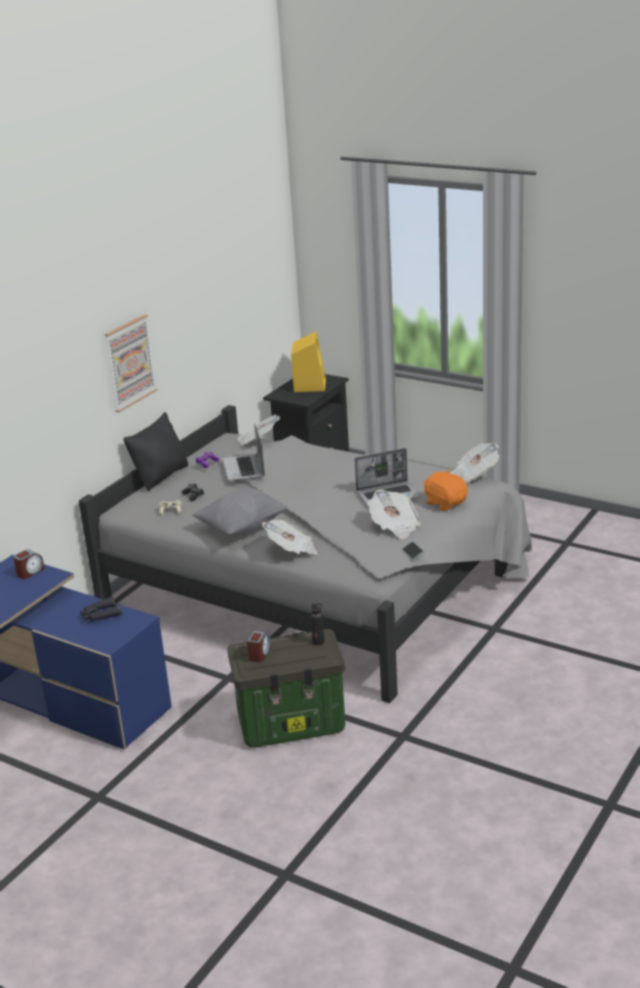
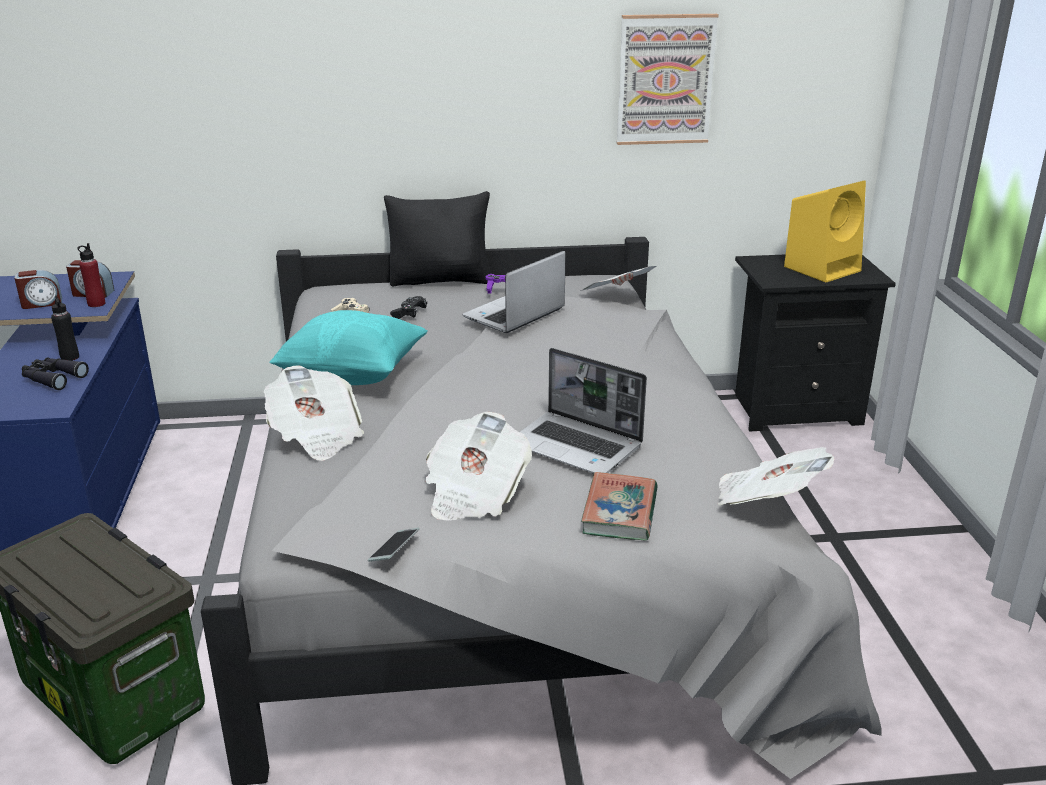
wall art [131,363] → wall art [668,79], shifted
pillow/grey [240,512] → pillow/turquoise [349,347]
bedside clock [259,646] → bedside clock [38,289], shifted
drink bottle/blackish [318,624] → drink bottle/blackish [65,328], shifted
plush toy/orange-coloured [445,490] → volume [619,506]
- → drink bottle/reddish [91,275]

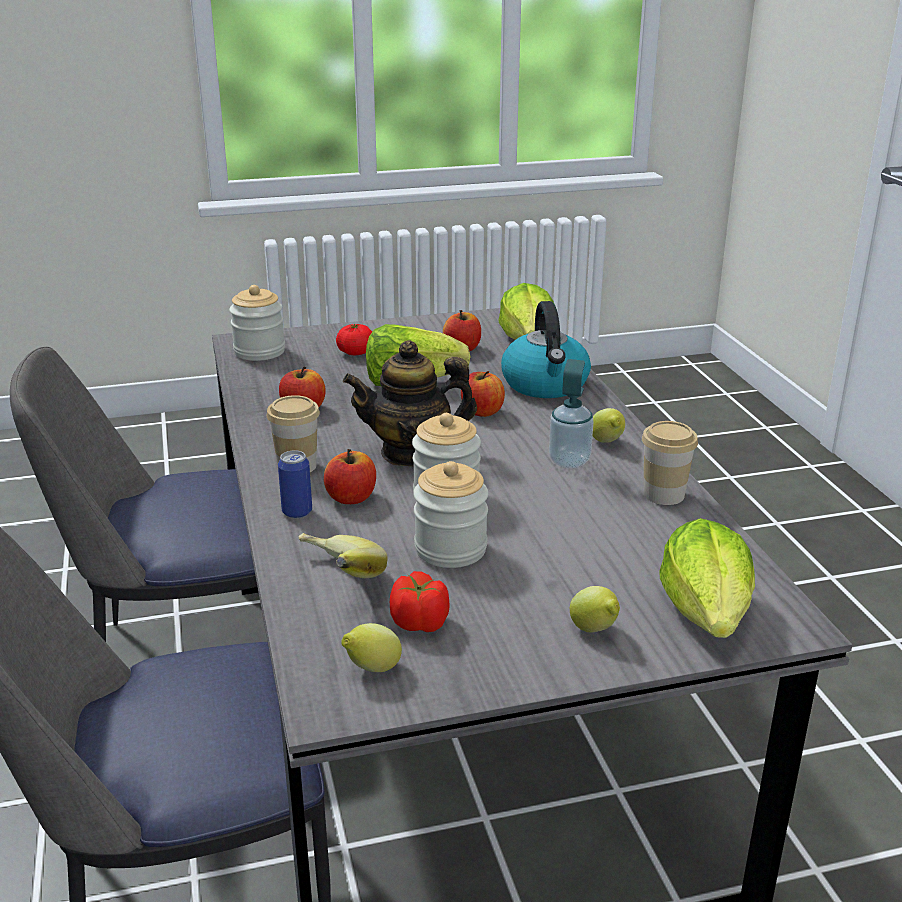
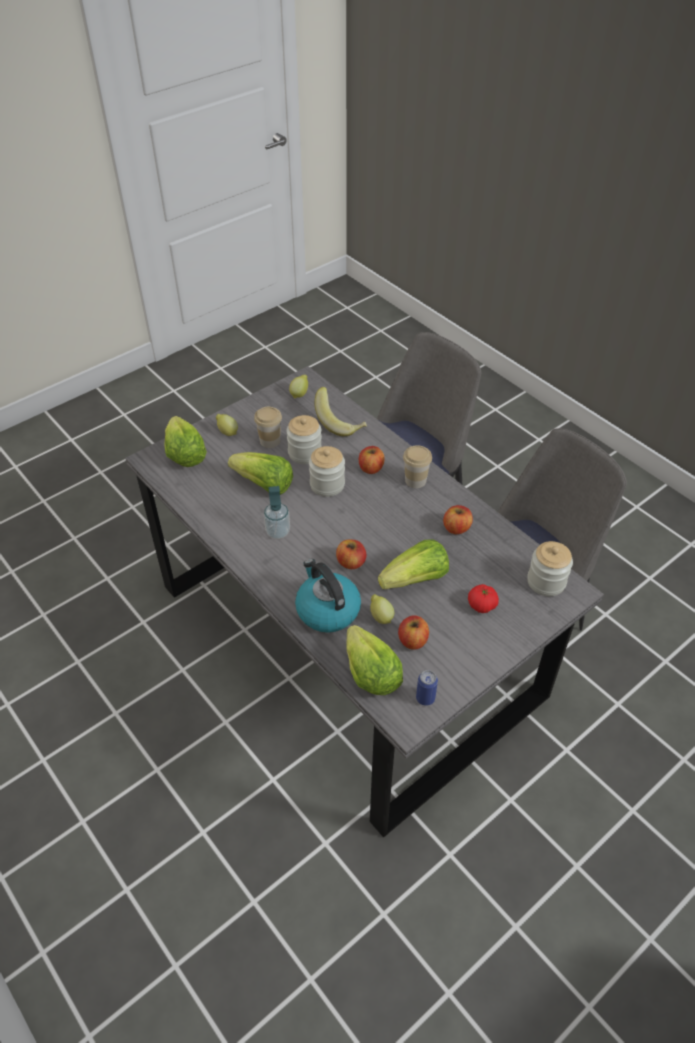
can [295,484] → can [427,688], shifted
pot for tea [410,403] → -
whole tomato [420,601] → -
citrus fruit [609,425] → citrus fruit [382,609], shifted
drinking cup [670,463] → drinking cup [268,427], shifted
- → lettuce head [260,473]

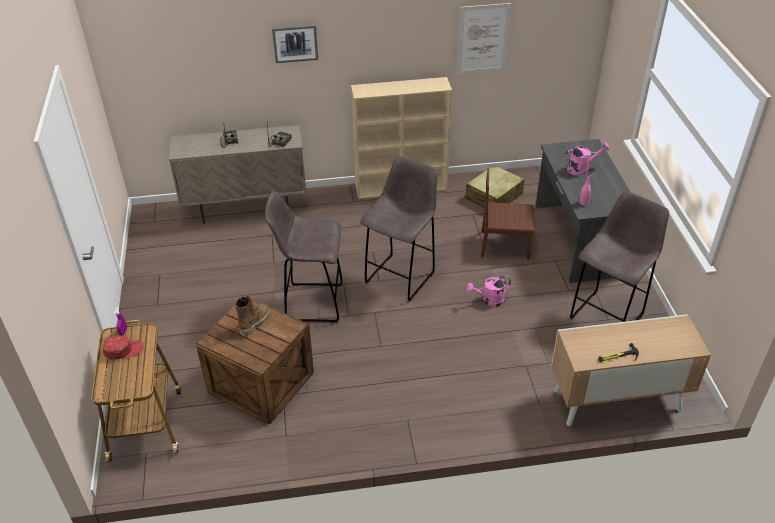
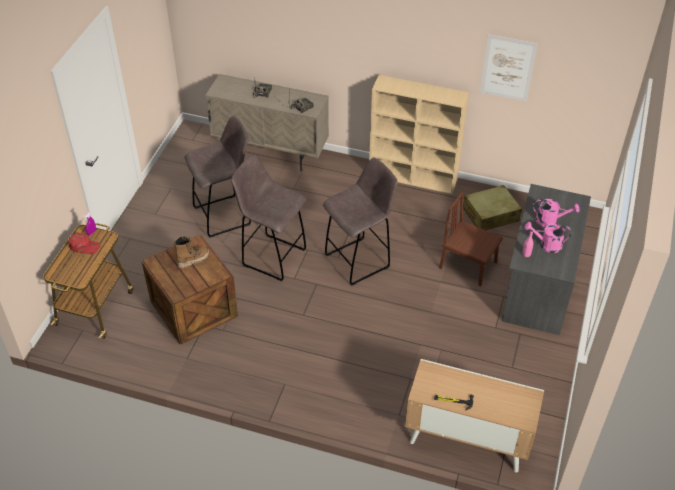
wall art [295,43] → -
watering pot/pink-coloured [488,291] → watering pot/pink-coloured [548,237], shifted
stool/grey [619,257] → stool/grey [218,176], shifted

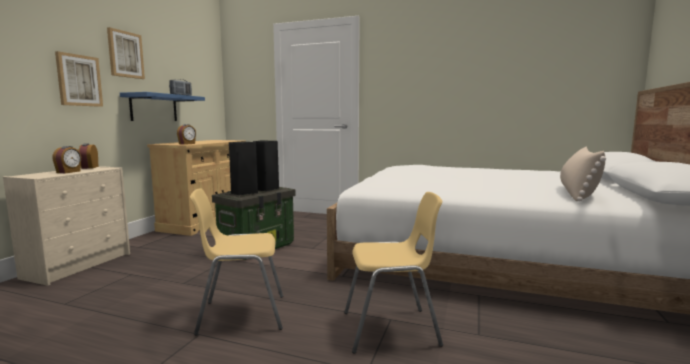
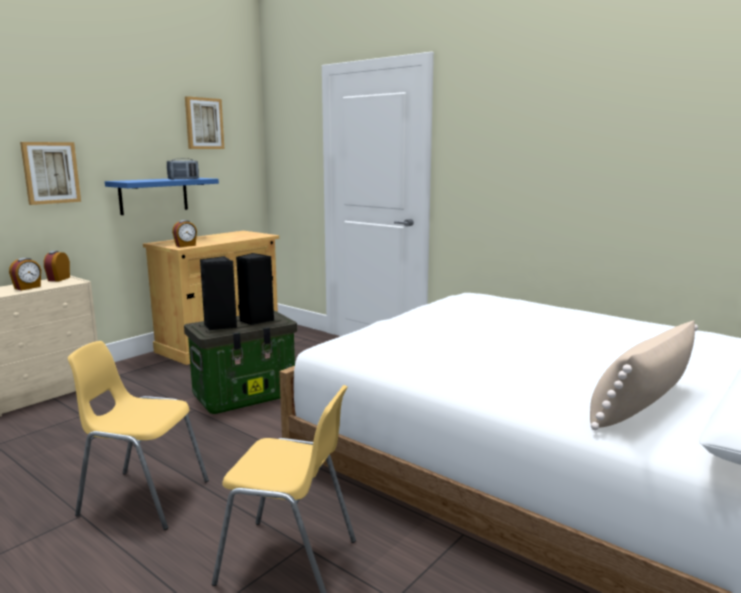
wall art [126,53] → wall art [204,122], shifted

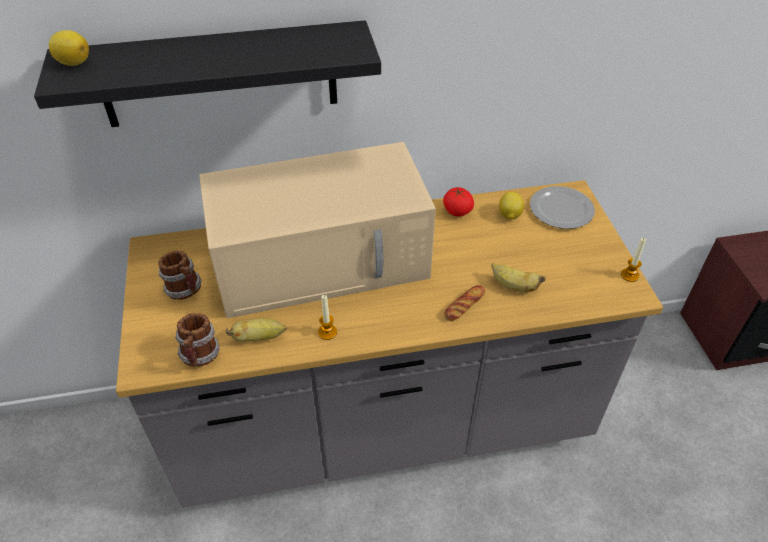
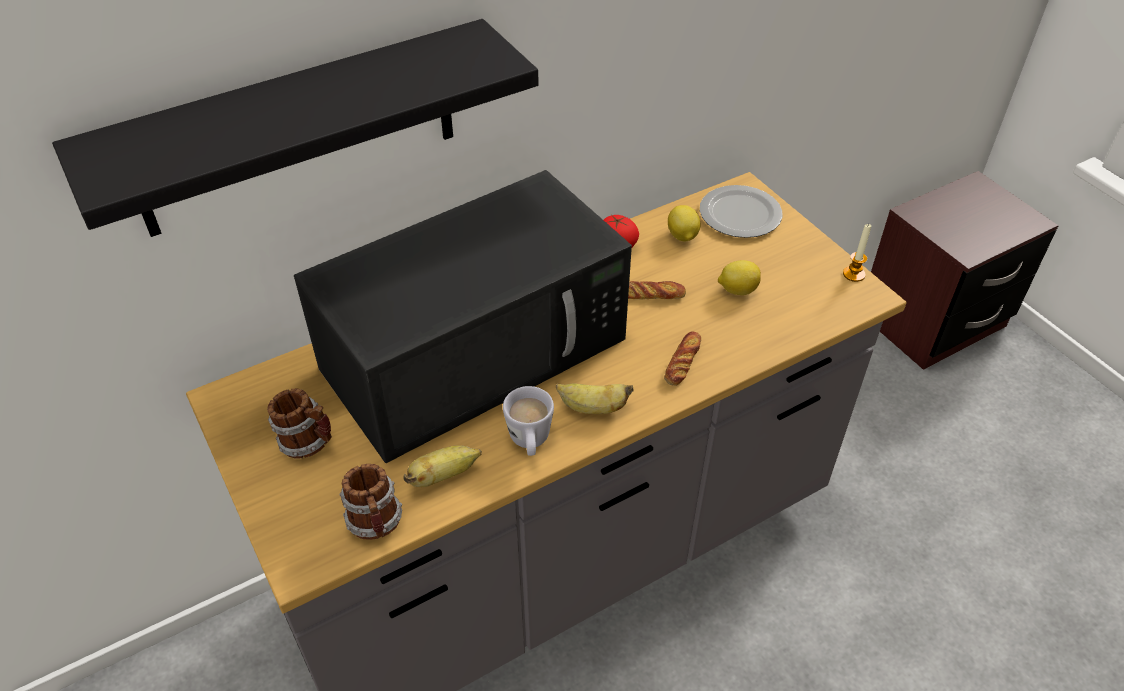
citrus fruit [69,48] → citrus fruit [739,277], shifted
microwave/beige [317,230] → microwave/blackish [463,316]
candle [327,317] → mug/white-coloured [528,421]
banana fruit [518,277] → banana fruit [595,399], shifted
- → bakery bread [657,290]

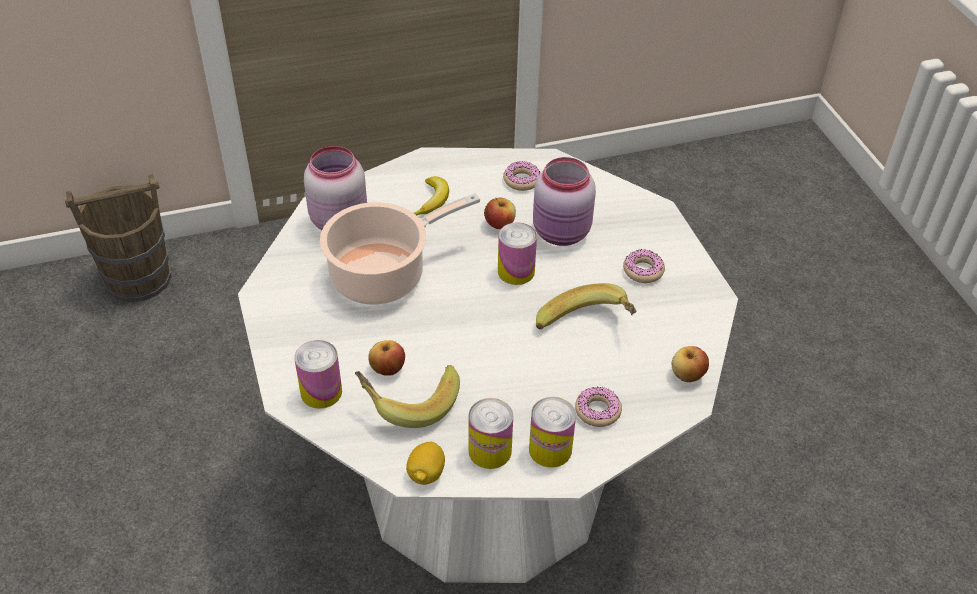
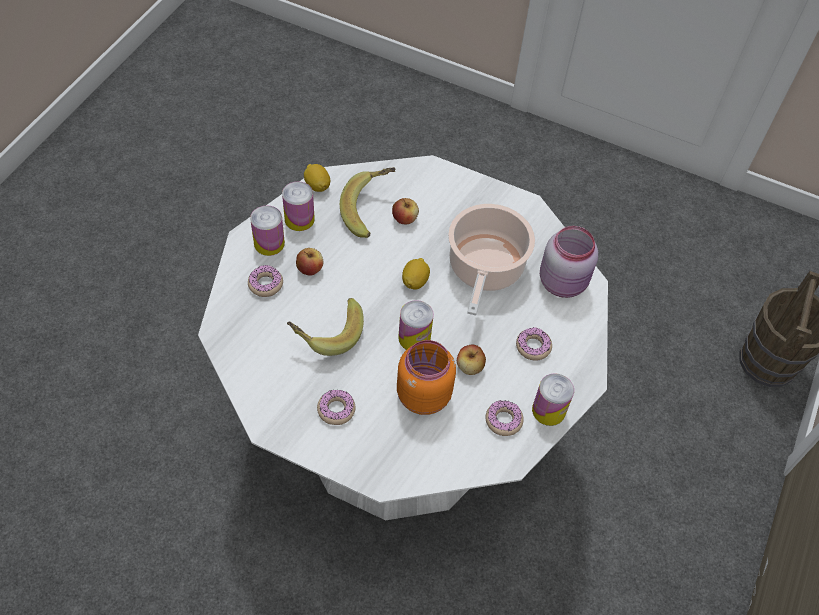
can [318,374] → can [553,399], shifted
banana fruit [431,196] → doughnut [534,344]
preserve jar/pink-coloured [564,201] → preserve jar/orange-coloured [426,377]
whole apple [690,364] → whole apple [309,262], shifted
- → citrus fruit [416,274]

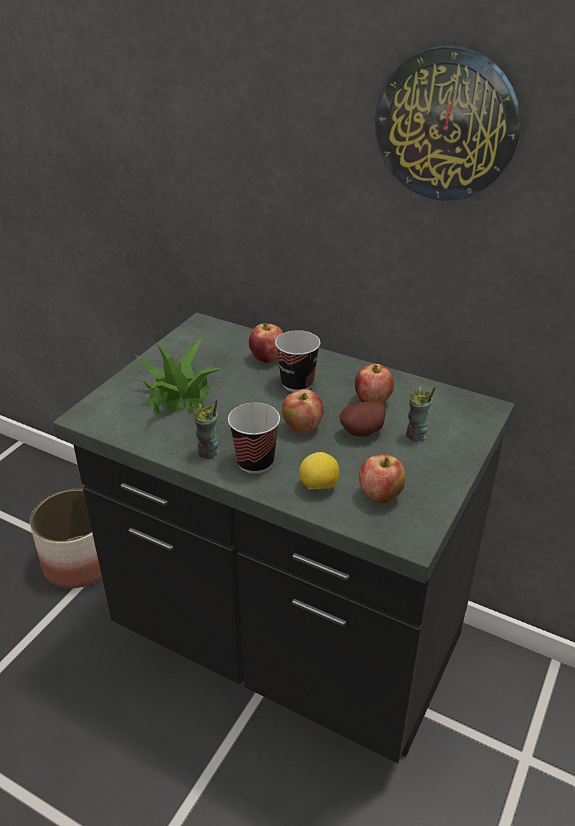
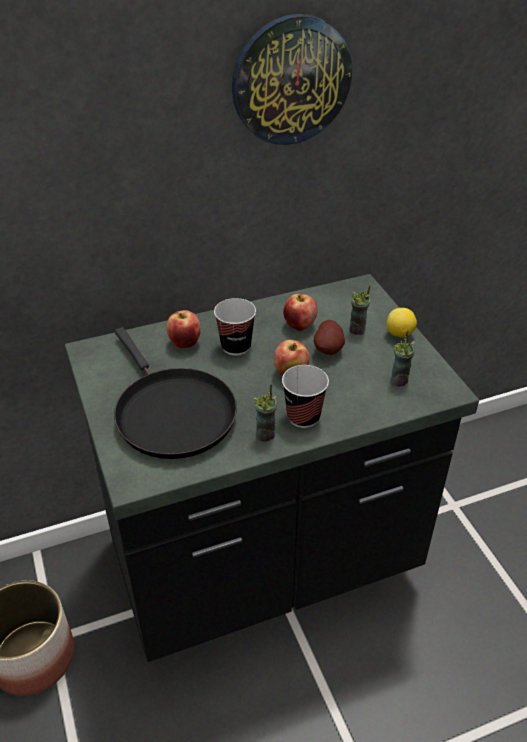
plant in a pot [179,376] → skillet/blackish [175,393]
citrus fruit [319,471] → citrus fruit [401,323], shifted
whole apple [382,478] → drinking cup [402,359]

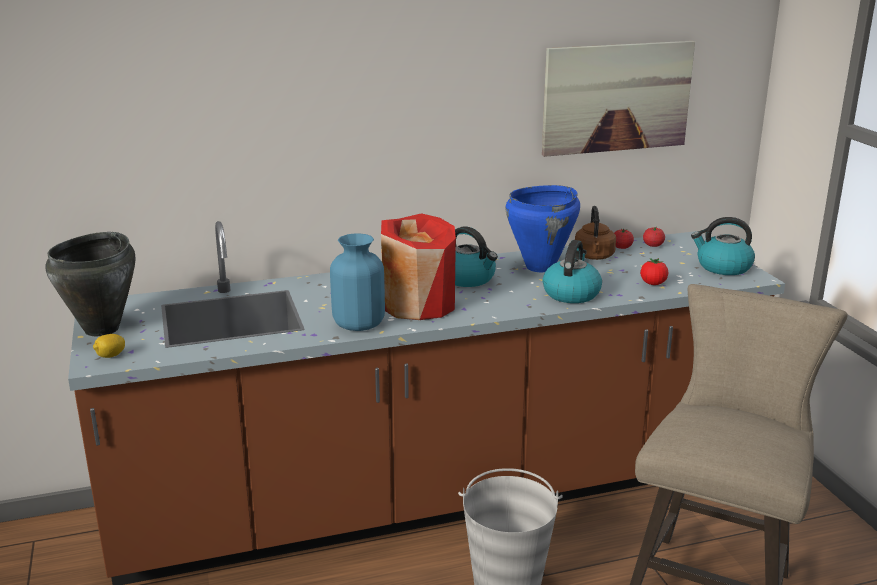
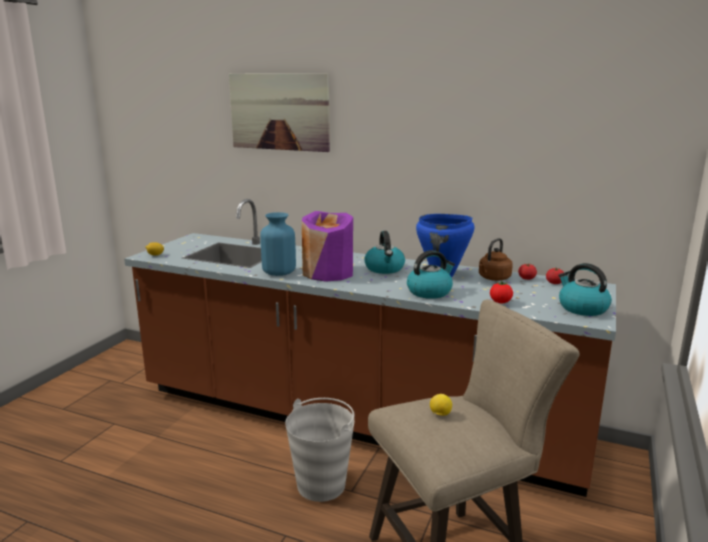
stockpot/blackish [90,284] → -
vase/reddish [418,266] → vase/purple [327,246]
wall art [618,99] → wall art [279,112], shifted
- → citrus fruit [441,405]

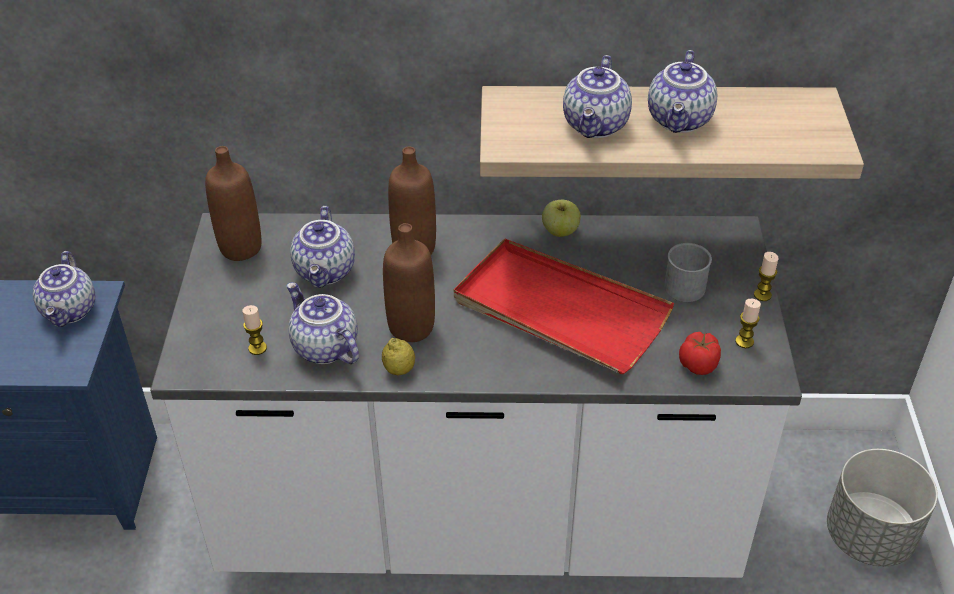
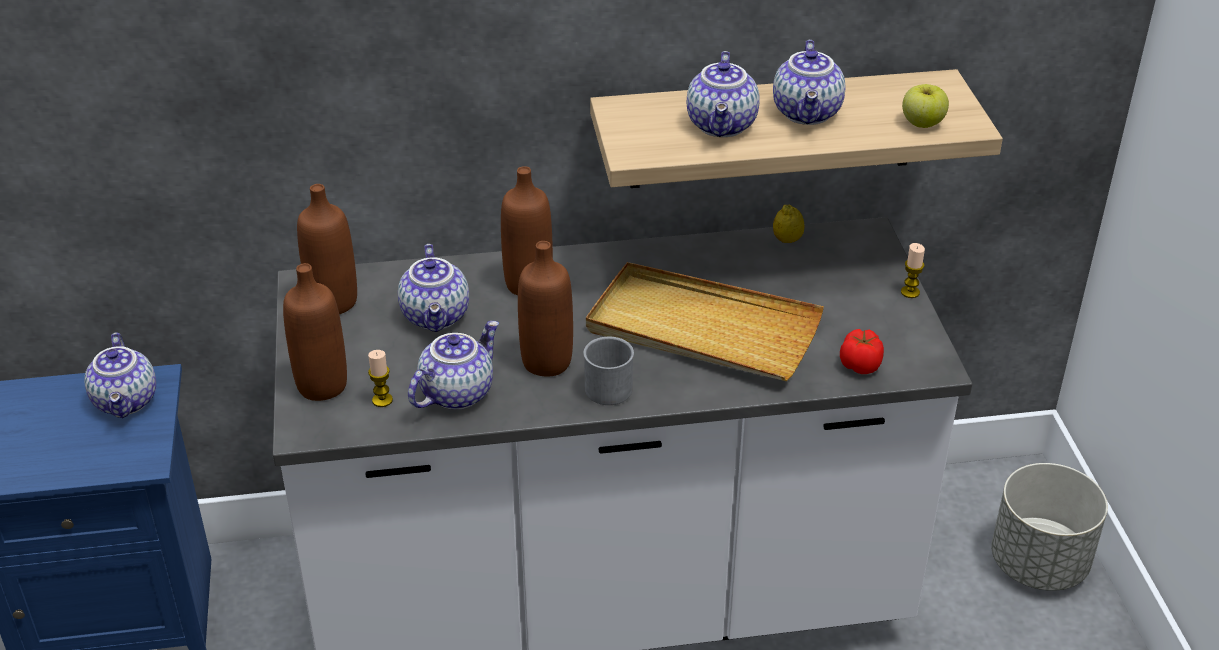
pot for tea [323,323] → pot for tea [453,365], 90 degrees clockwise
citrus fruit [398,356] → citrus fruit [788,224], shifted
serving tray/reddish [564,306] → serving tray/beige [705,321]
whole apple [561,218] → whole apple [925,106], shifted
mug/grey [688,272] → mug/grey [608,371], shifted
candle [748,323] → -
- → drink bottle/brown [315,332]

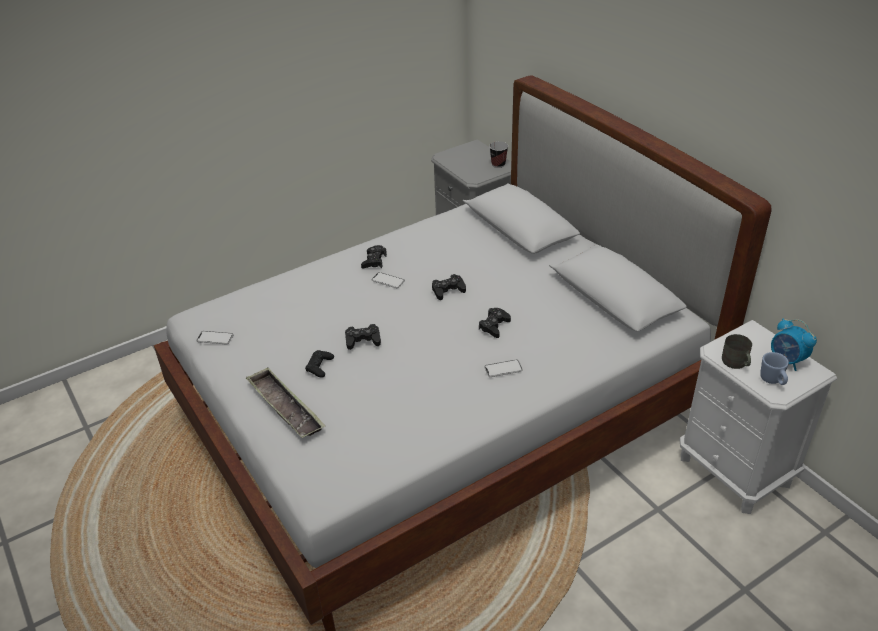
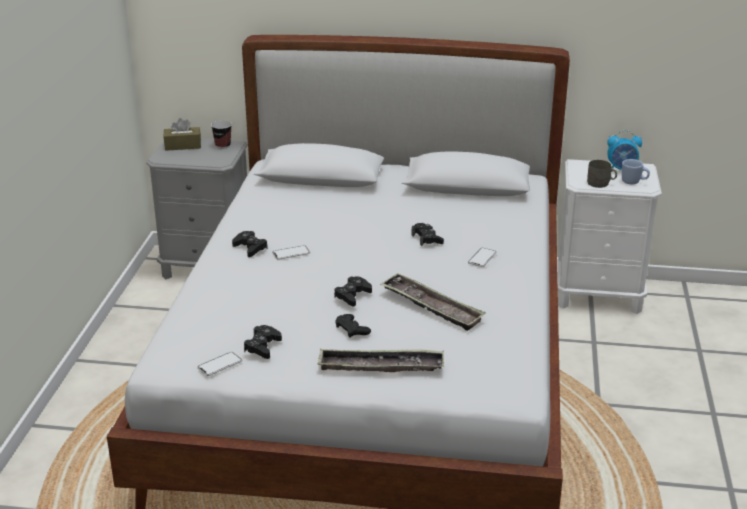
joypad/blackish [449,287] → joypad/blackish [263,342], shifted
- → box of tissues/brown [182,134]
- → serving tray [433,302]

